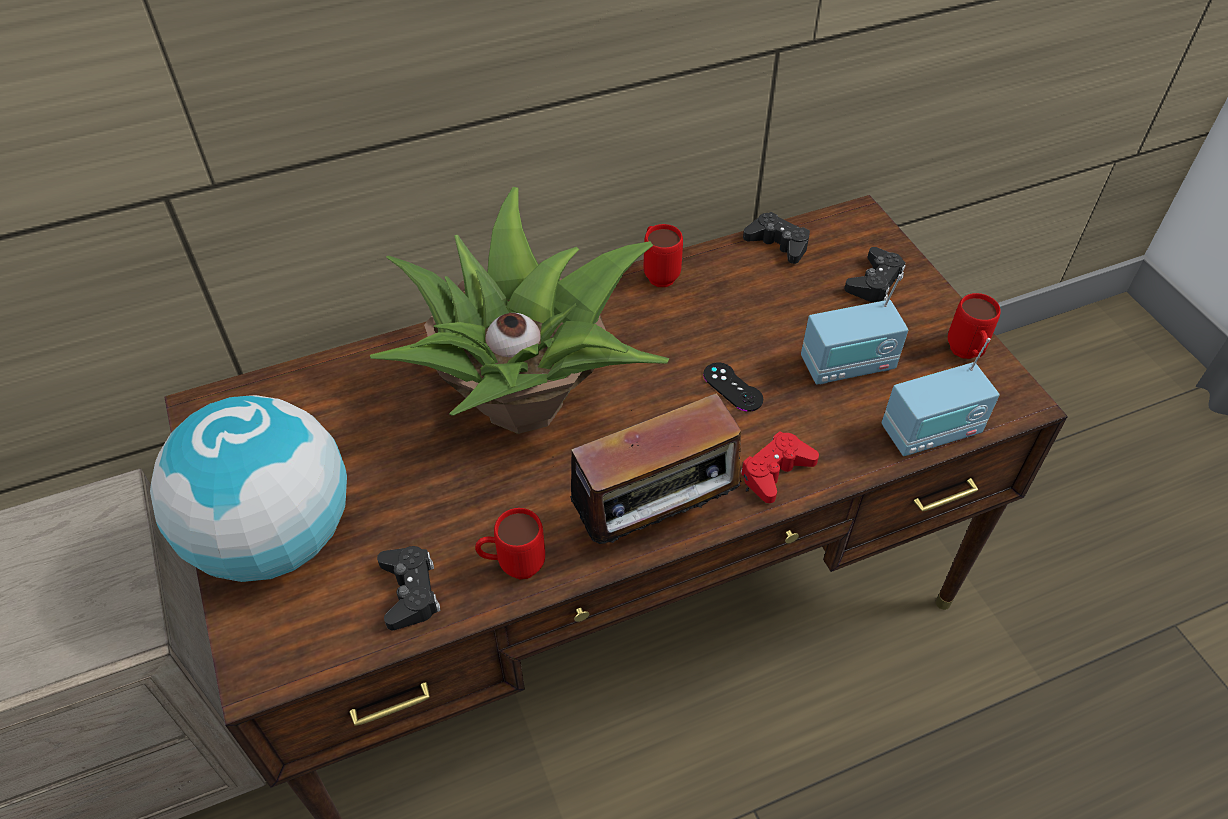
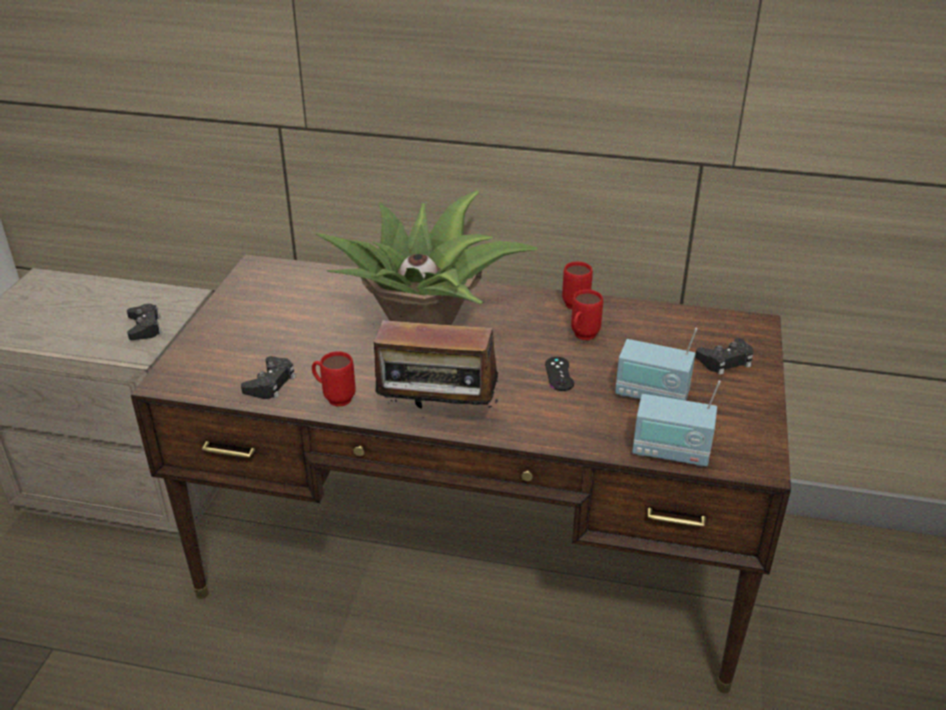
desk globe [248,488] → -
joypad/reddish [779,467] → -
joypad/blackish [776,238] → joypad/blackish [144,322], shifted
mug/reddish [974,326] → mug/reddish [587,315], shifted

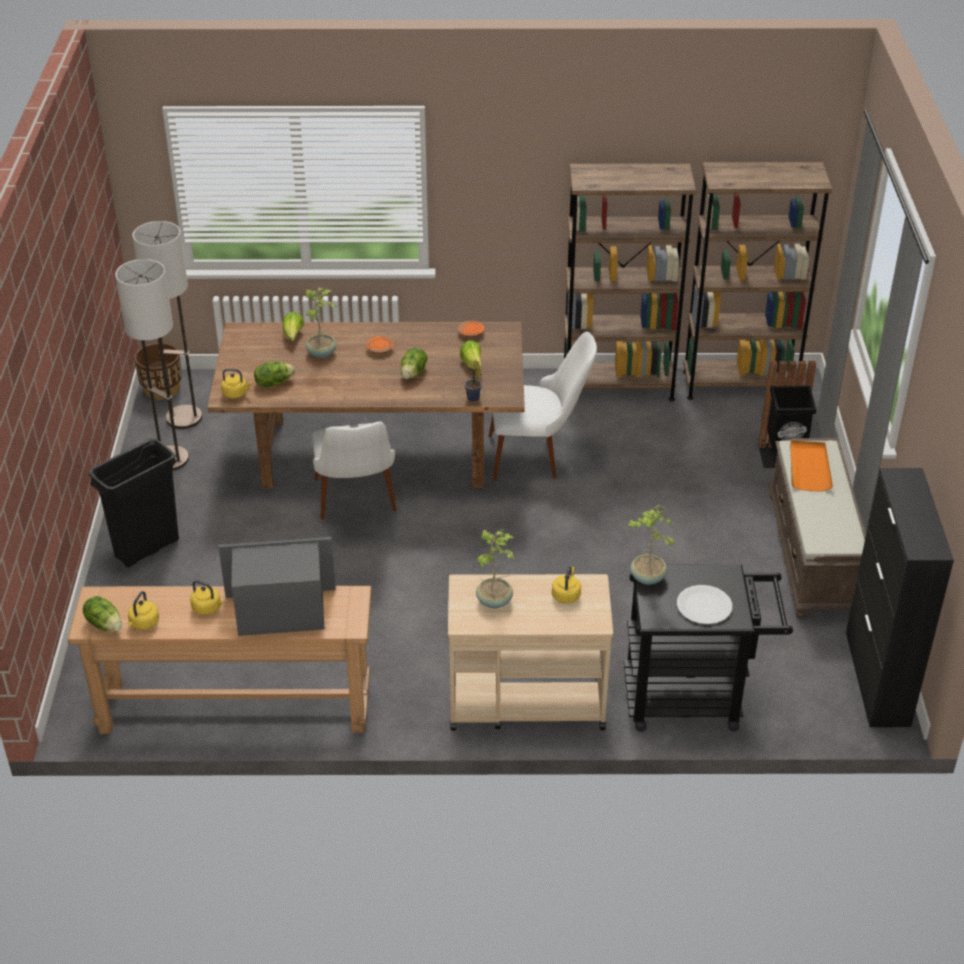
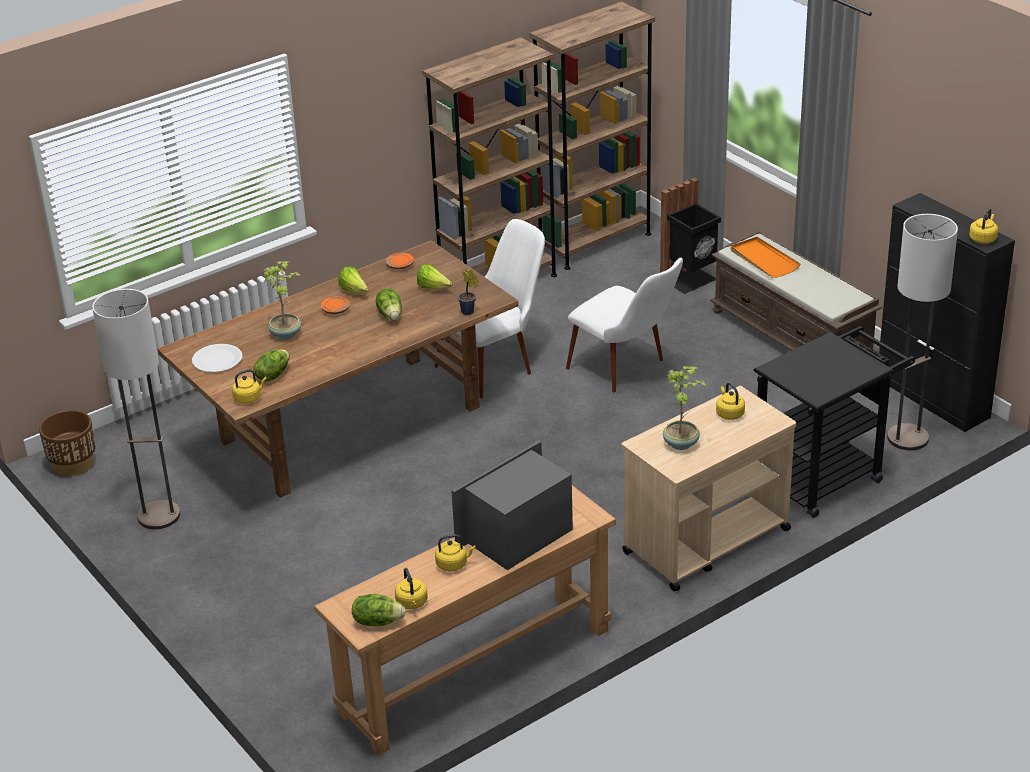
waste bin/blackish [134,502] → -
standard lamp [167,325] → standard lamp [922,332], shifted
lettuce head [293,326] → lettuce head [353,280], shifted
plain chair/white-coloured [354,471] → plain chair/white-coloured [624,325], shifted
plant in a pot [650,544] → -
plate/white-coloured [704,604] → plate/white-coloured [217,358], shifted
- → kettle/yellow [983,226]

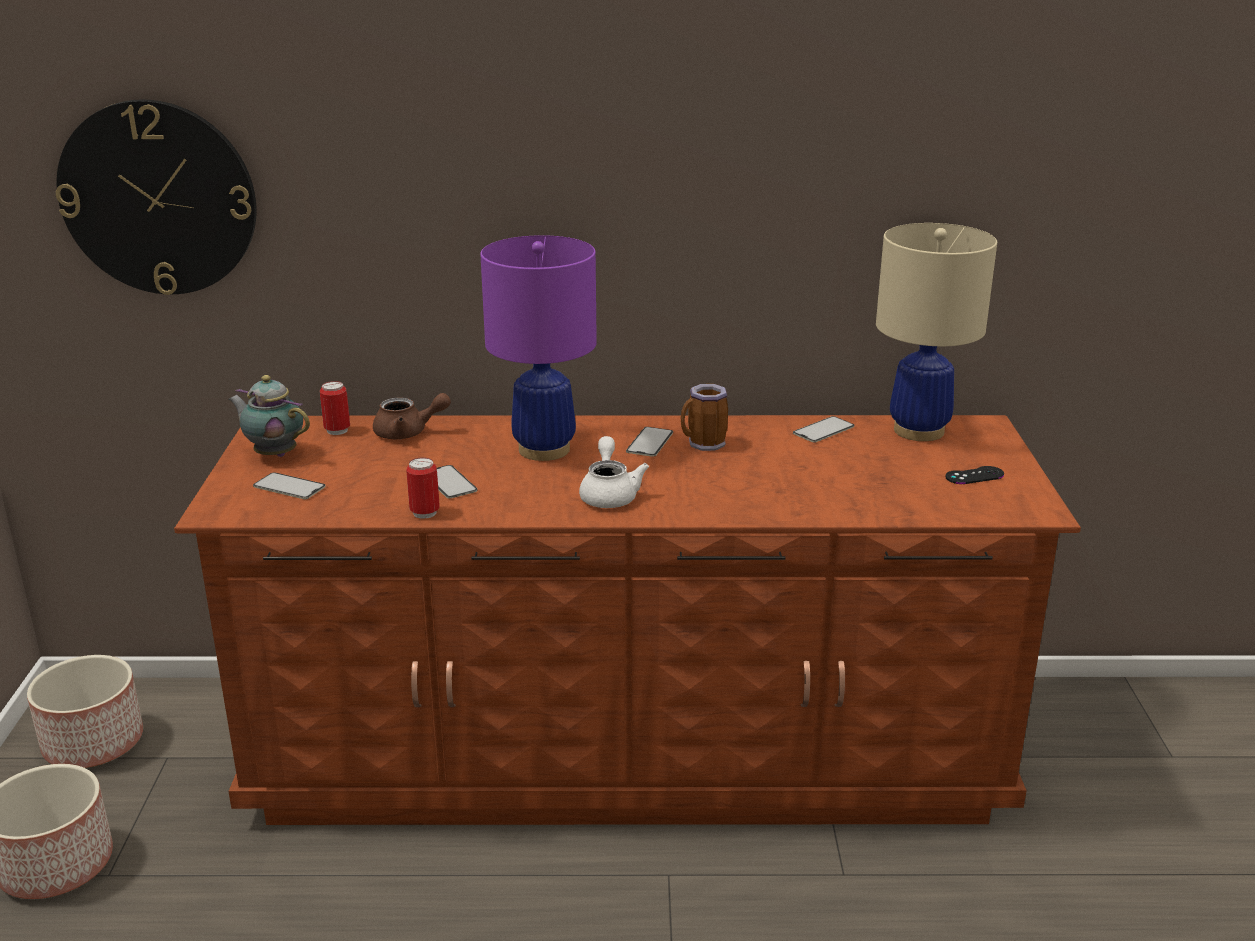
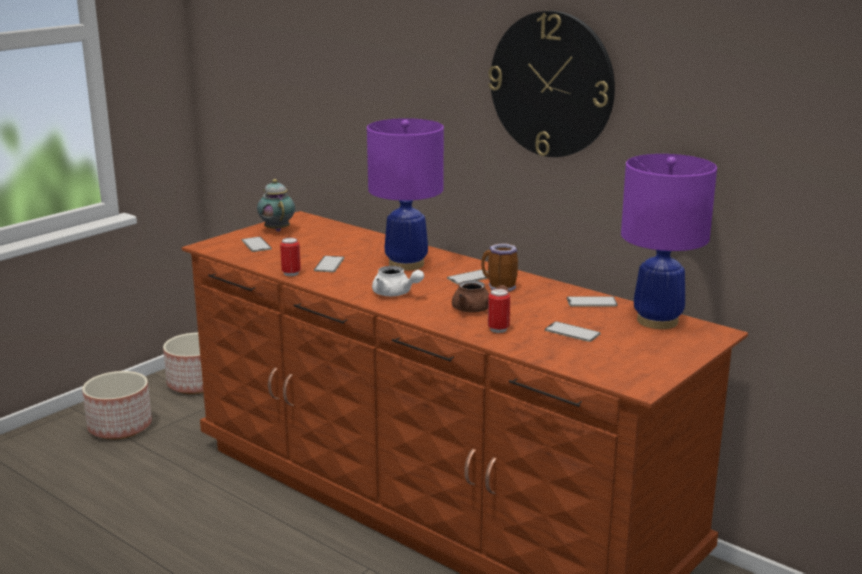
hanging clock [156,197] → hanging clock [551,84], shifted
can [335,408] → can [499,310], shifted
pot for tea/brown [412,416] → pot for tea/brown [480,296], shifted
pot for tea/white-coloured [614,472] → pot for tea/white-coloured [398,281], 90 degrees clockwise
lamp for a table/beige [936,332] → lamp for a table/purple [669,241]
joypad/blackish [974,475] → -
- → telephone [573,331]

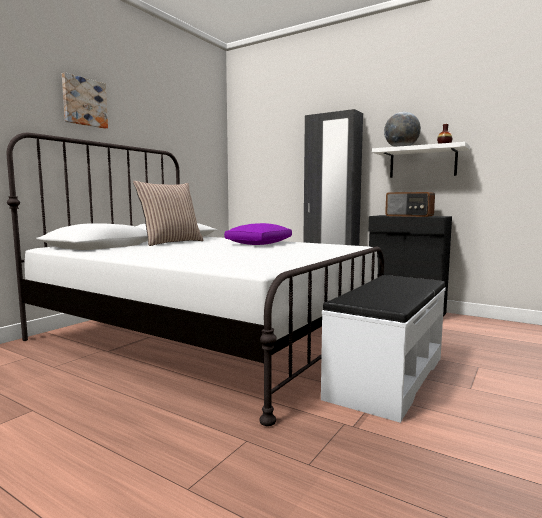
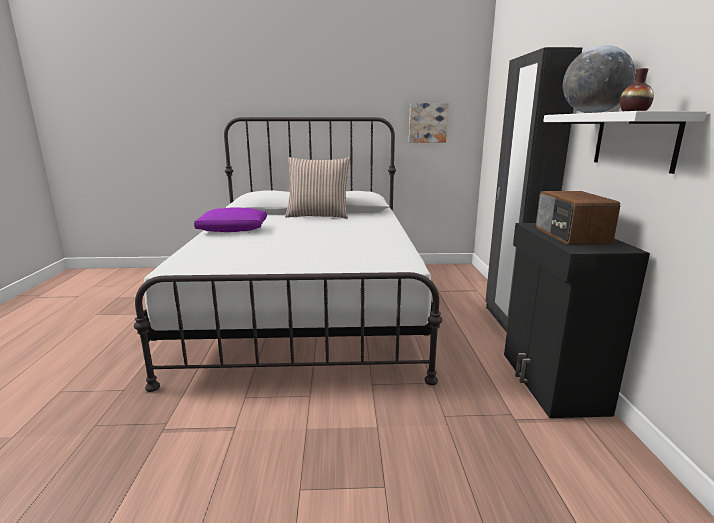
wall art [85,100] → wall art [428,123], shifted
pillow/purple [258,234] → pillow/purple [230,219], shifted
indoor bench/white-coloured [383,349] → -

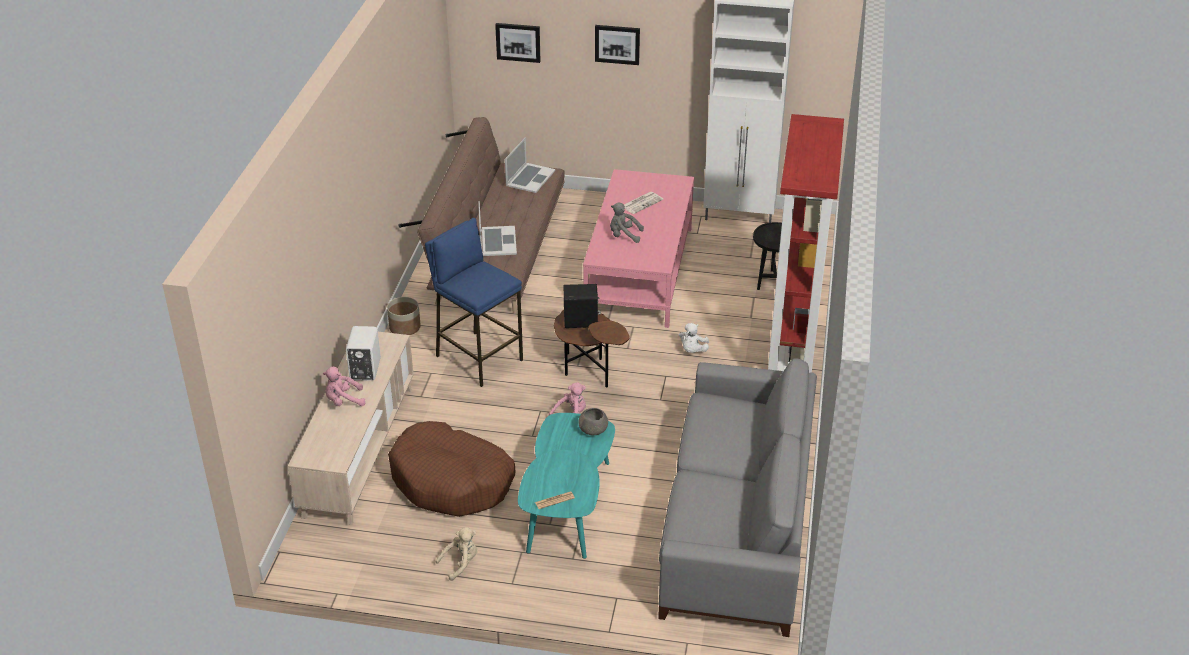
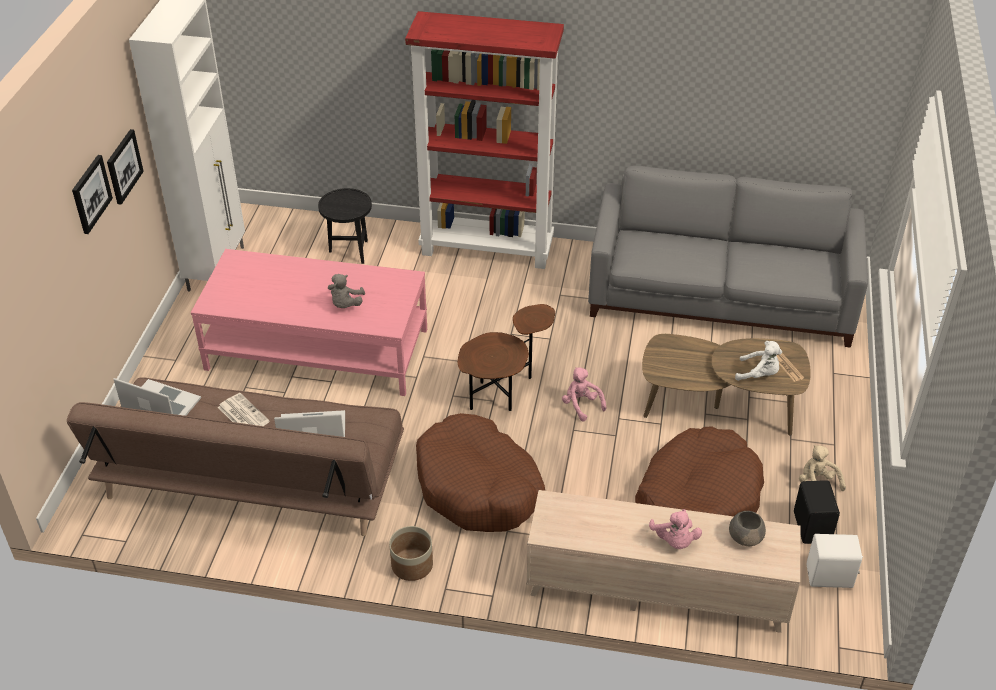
audio speaker/white-coloured [363,353] → audio speaker/white-coloured [835,561], shifted
stool/blue-coloured [474,302] → dog bed/brown [480,472]
wall art [517,43] → wall art [125,167], shifted
low table/turquoise [566,486] → low table/brown [726,385]
audio speaker/blackish [582,306] → audio speaker/blackish [817,512], shifted
serving bowl/grey [593,421] → serving bowl/grey [747,528], shifted
newspaper [643,203] → newspaper [244,409], shifted
plush toy/white-coloured [694,338] → plush toy/white-coloured [758,361], shifted

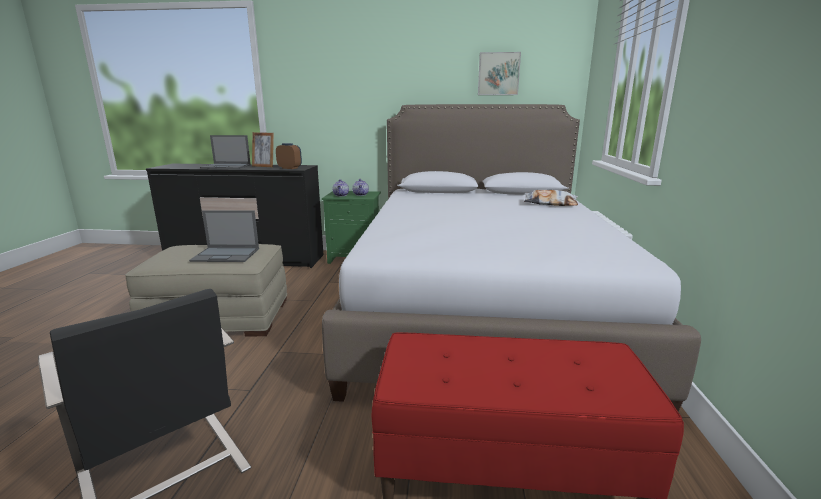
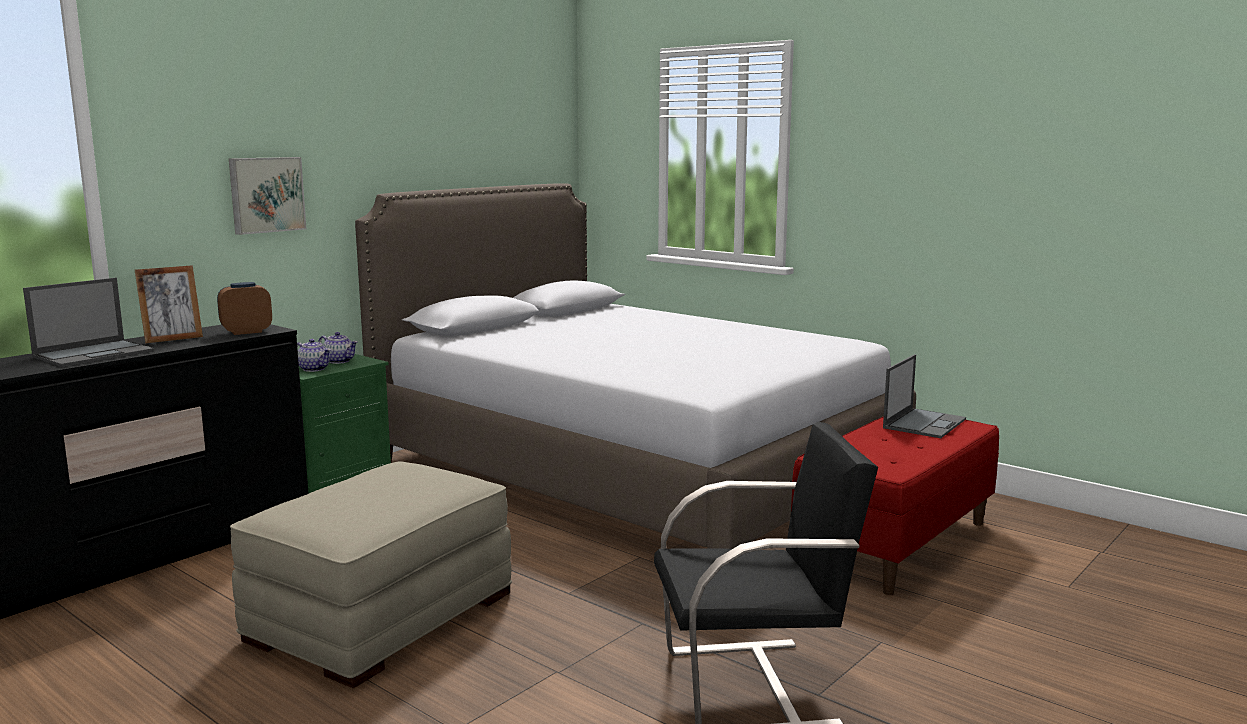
portable computer [224,236] → portable computer [924,396], shifted
wall art [499,73] → wall art [267,196], shifted
pillow [551,198] → -

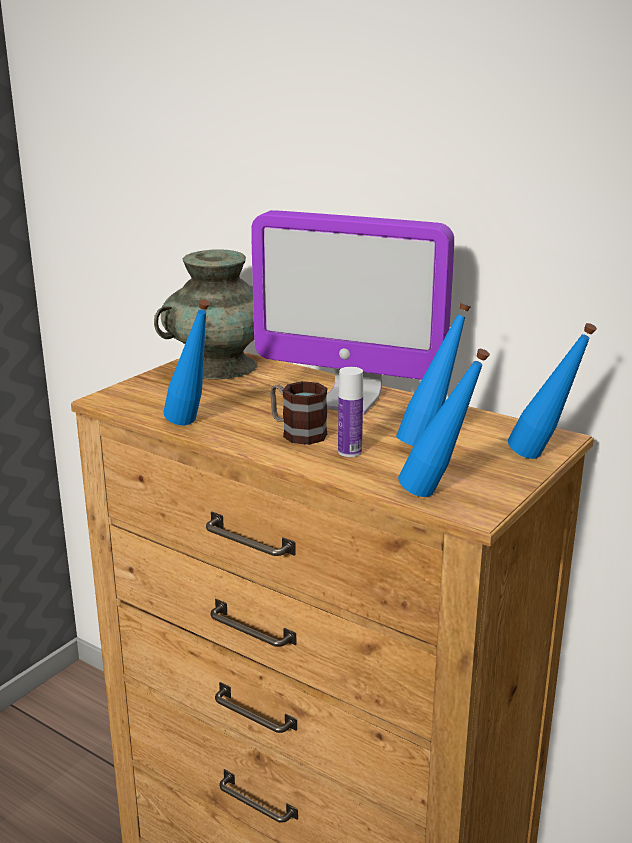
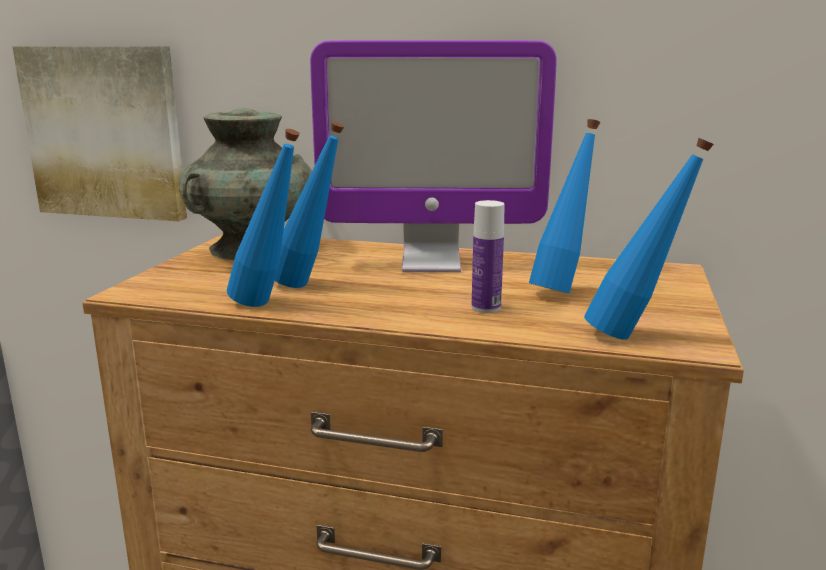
mug [299,413] → -
drink bottle/blue-coloured [552,391] → drink bottle/blue-coloured [309,205], shifted
- → wall art [99,133]

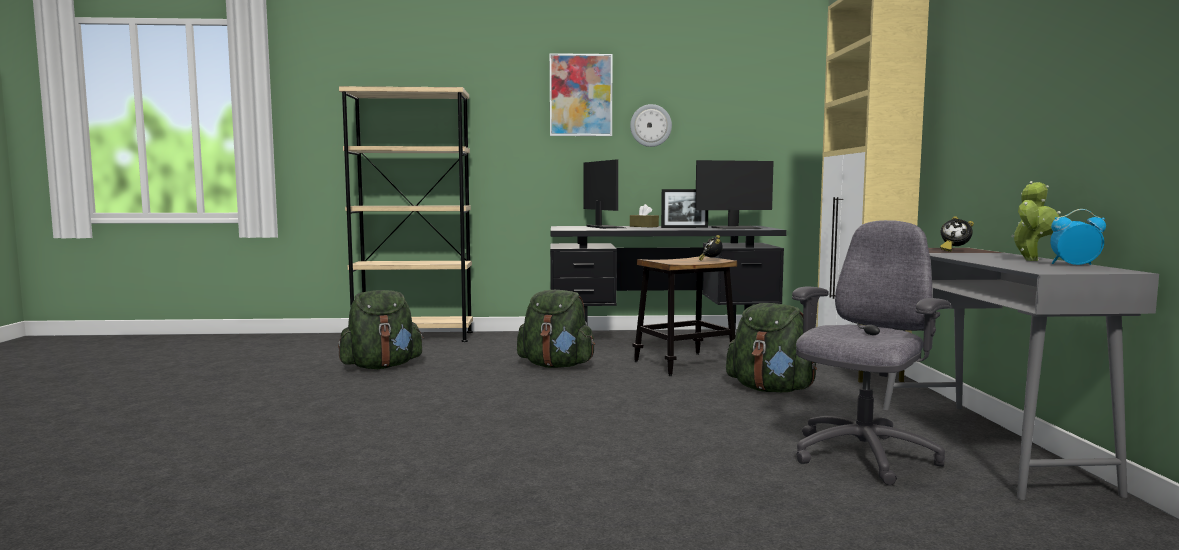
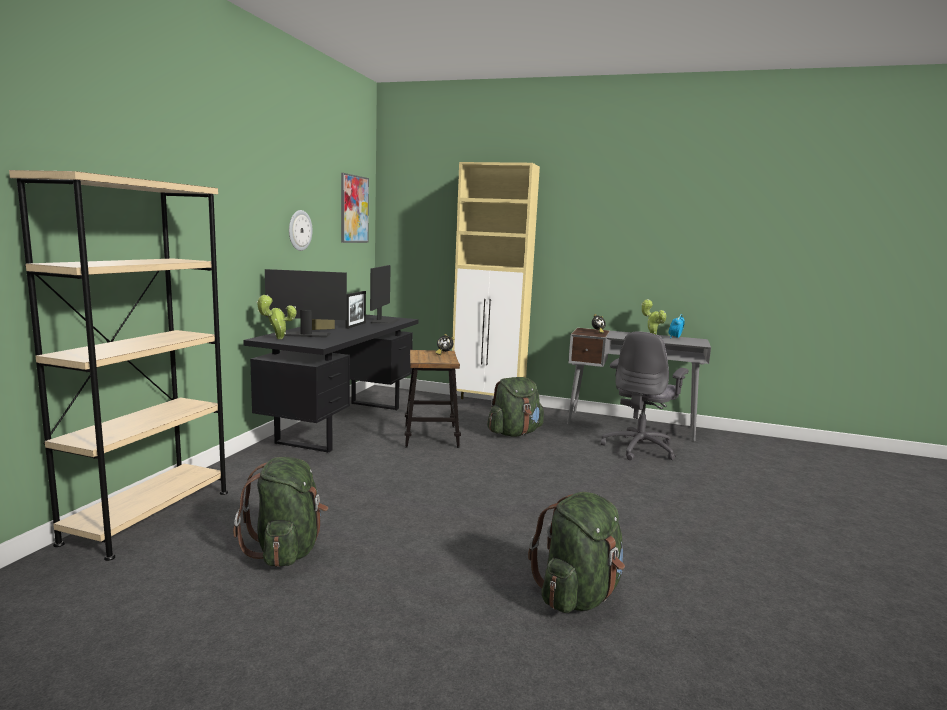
knapsack/green-coloured [556,329] → knapsack/green-coloured [576,552], shifted
wall art [581,94] → wall art [355,208], shifted
office chair/grey [871,352] → office chair/grey [644,395], 120 degrees counterclockwise
- → plant in a pot [276,317]

